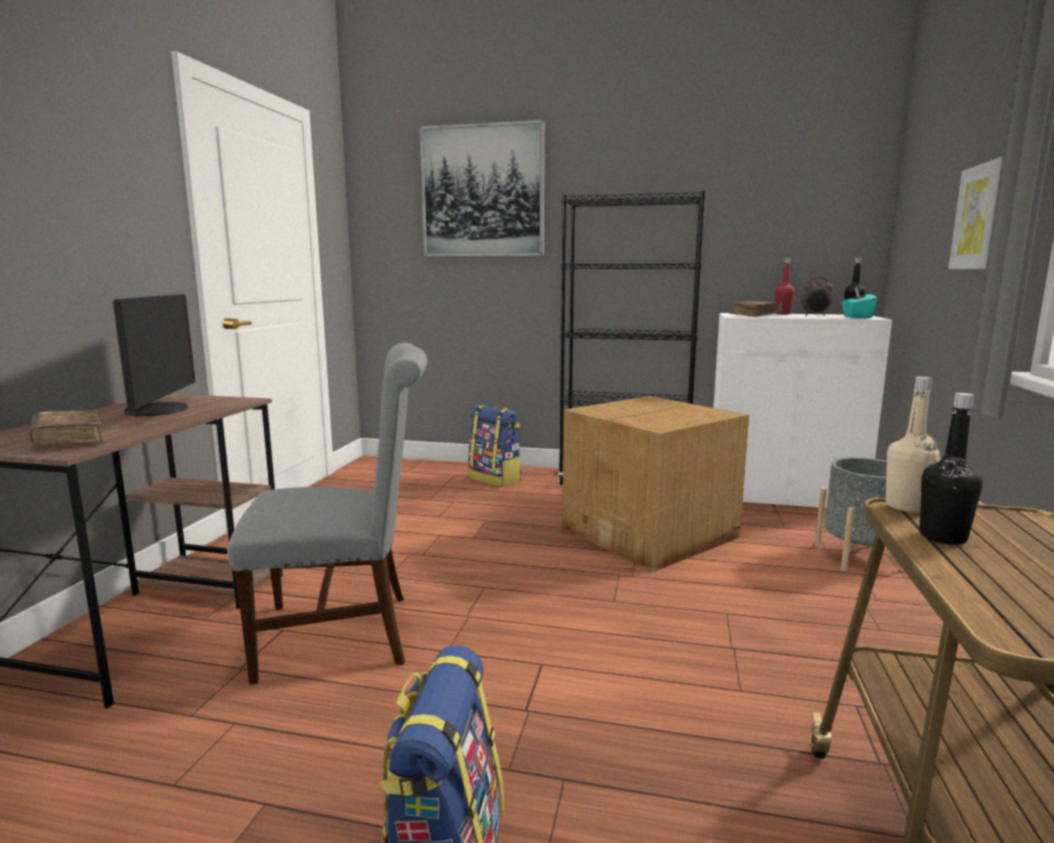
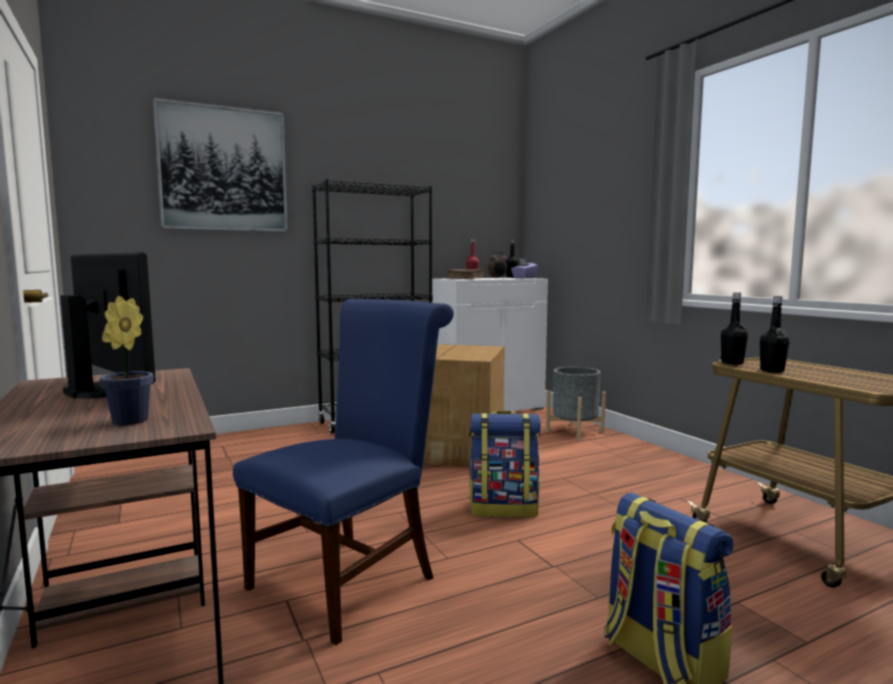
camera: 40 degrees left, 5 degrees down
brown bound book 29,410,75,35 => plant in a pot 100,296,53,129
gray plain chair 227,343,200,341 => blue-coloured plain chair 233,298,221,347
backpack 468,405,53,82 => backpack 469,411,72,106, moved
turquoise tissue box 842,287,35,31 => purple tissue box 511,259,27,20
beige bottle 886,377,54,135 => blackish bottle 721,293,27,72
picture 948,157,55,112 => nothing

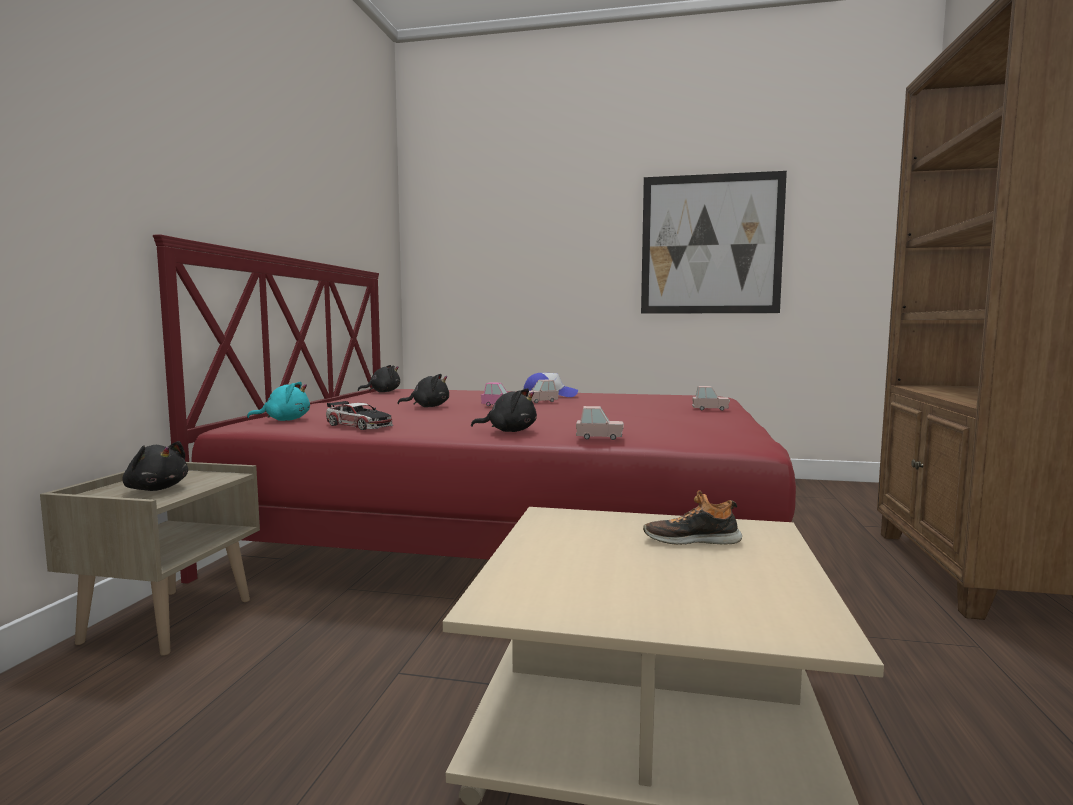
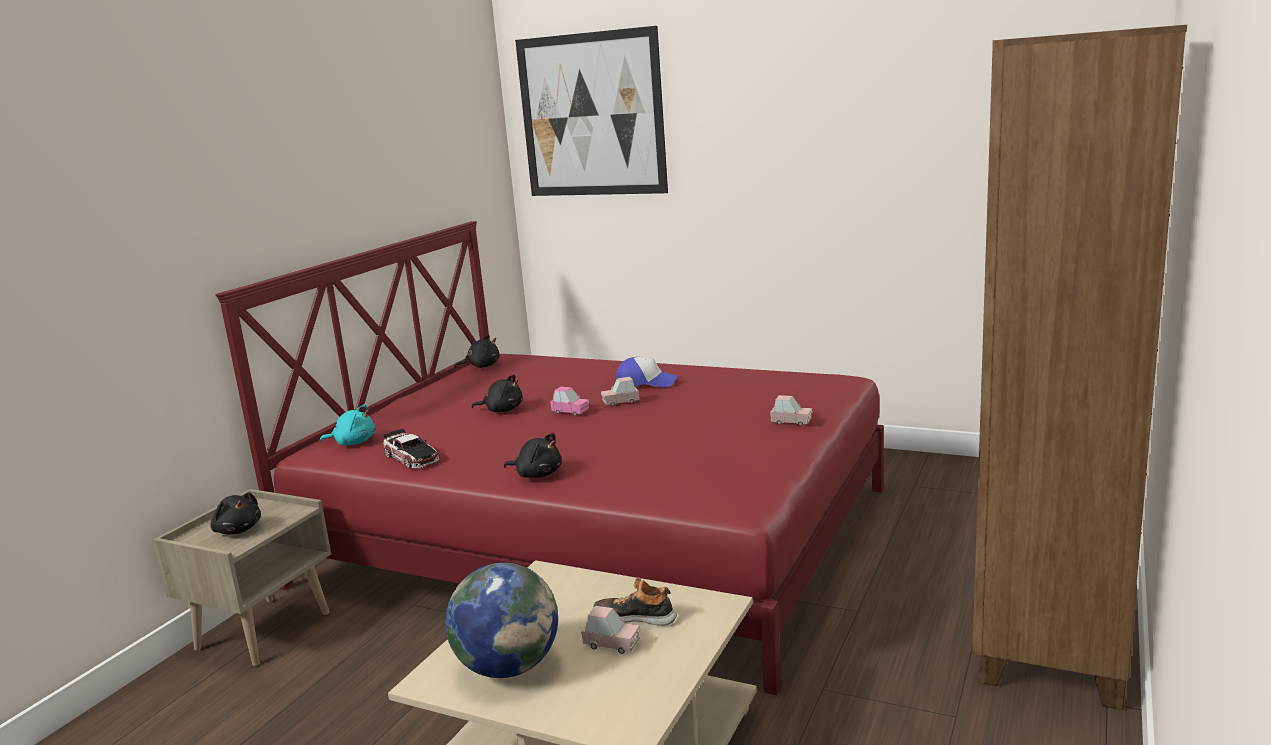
camera: 15 degrees right, 10 degrees up
nothing => desk globe 445,563,113,115
picture 641,171,146,143 => picture 515,26,153,170, moved
pinkish miniature car 576,406,48,34 => pinkish miniature car 581,606,59,48, moved

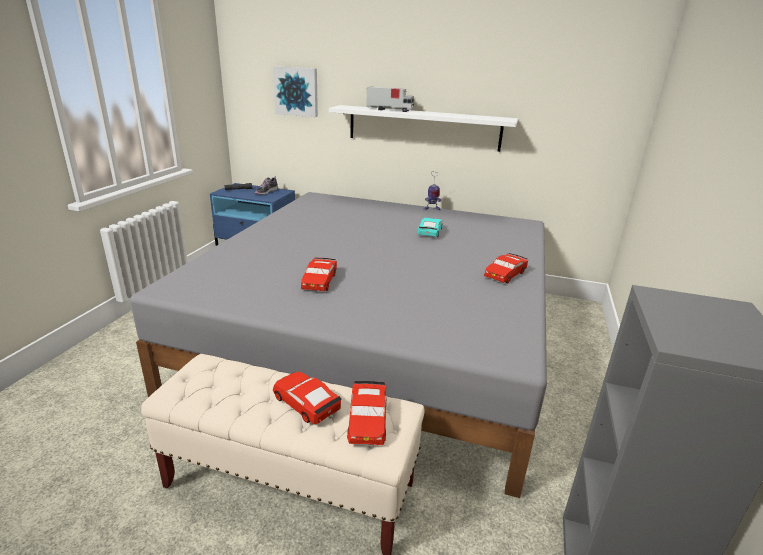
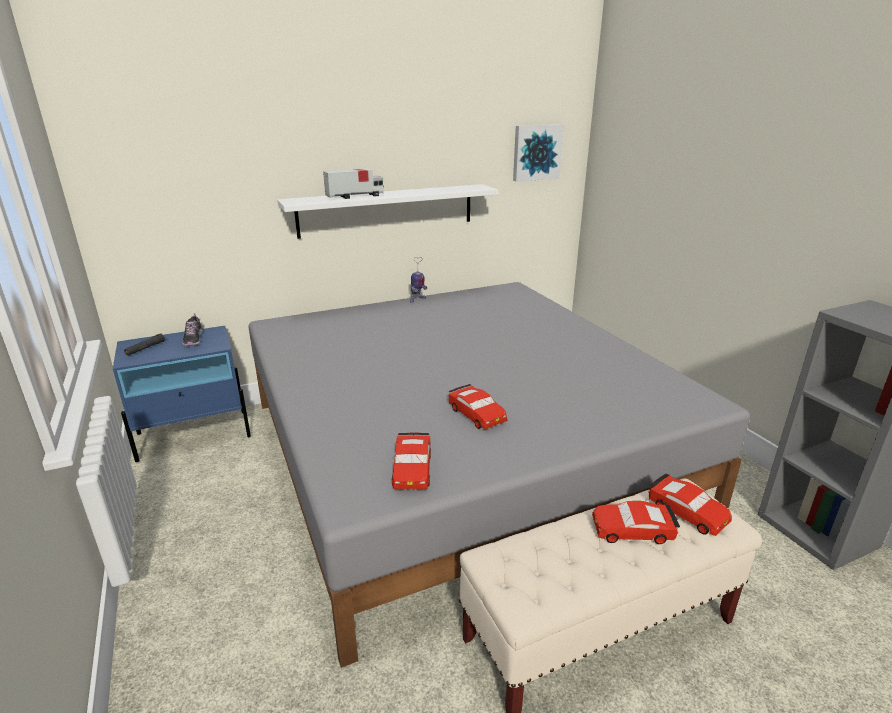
camera: 40 degrees left, 0 degrees up
reddish miniature car 484,253,44,31 => reddish miniature car 392,433,39,56, moved
picture 273,66,45,51 => picture 513,124,51,58, moved
turquoise miniature car 418,218,24,19 => nothing

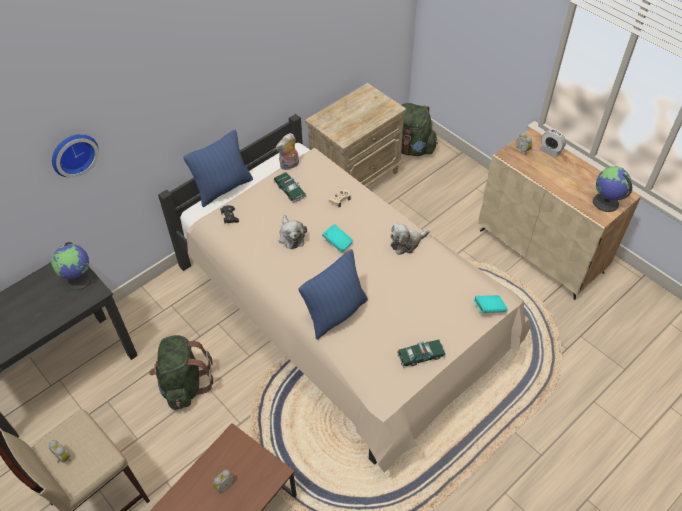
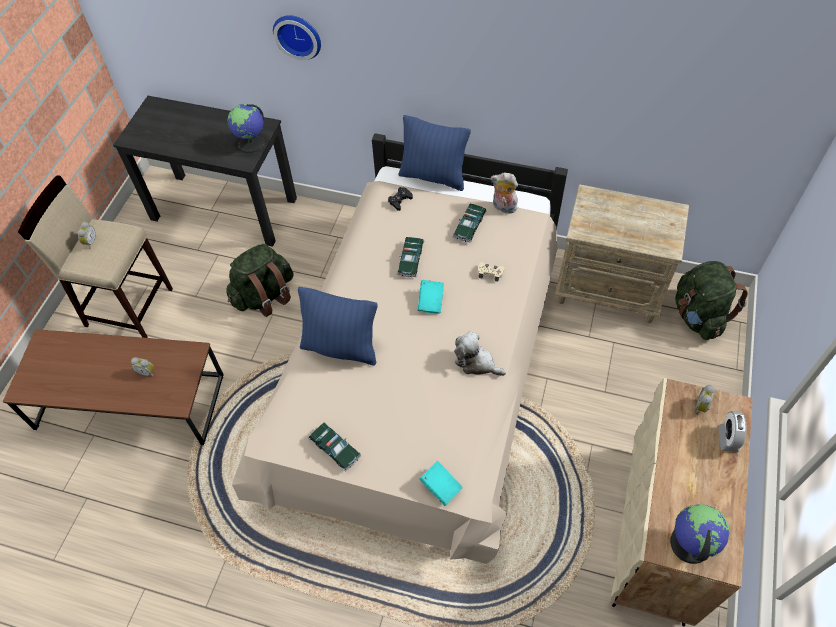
camera: 60 degrees right, 5 degrees up
cuddly toy 278,215,29,34 => miniature car 397,237,27,40

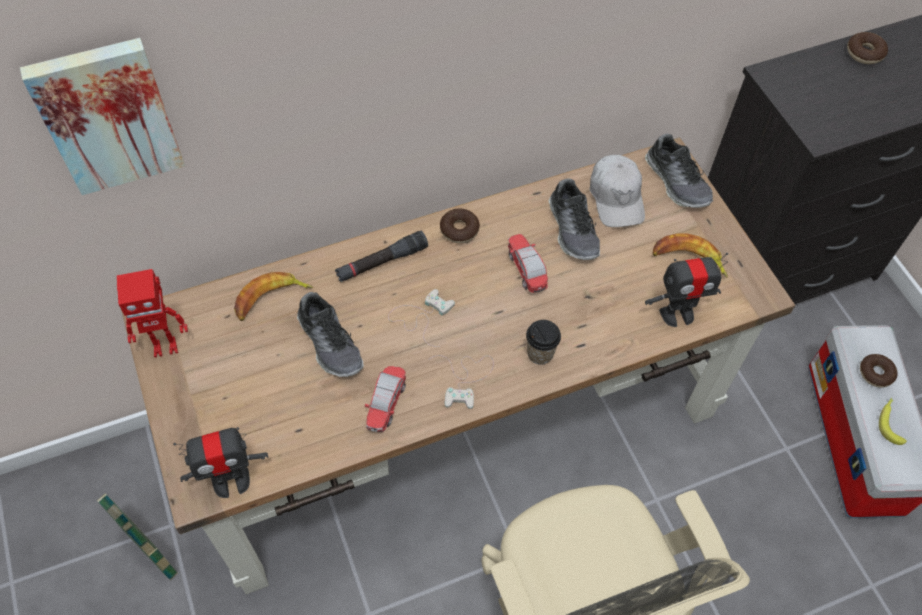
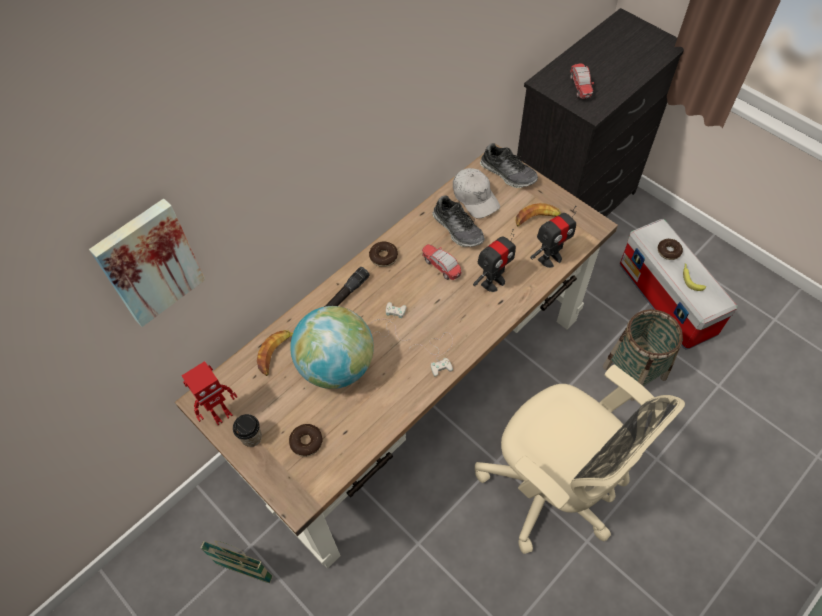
camera: 20 degrees left, 0 degrees up
small cup 526,320,35,45 => small cup 233,414,29,33, moved
donut 847,32,41,32 => donut 289,424,34,33, moved
shoe 297,292,67,85 => desk globe 290,306,84,83
toy robot 173,427,95,71 => toy robot 473,229,43,63, moved
miniature car 365,366,41,66 => miniature car 570,63,24,36, moved
nothing => storage basket 603,309,80,92

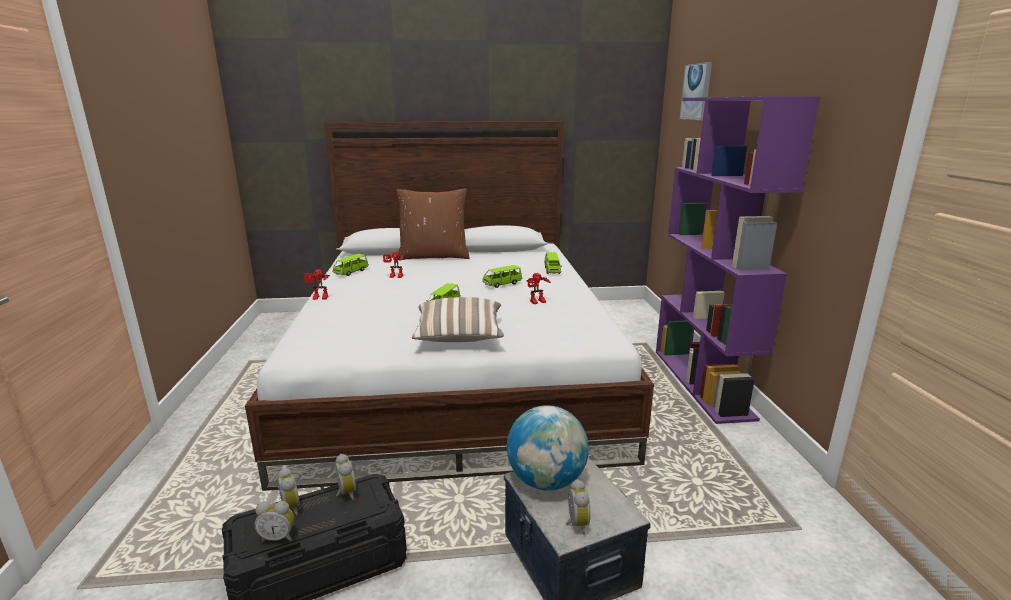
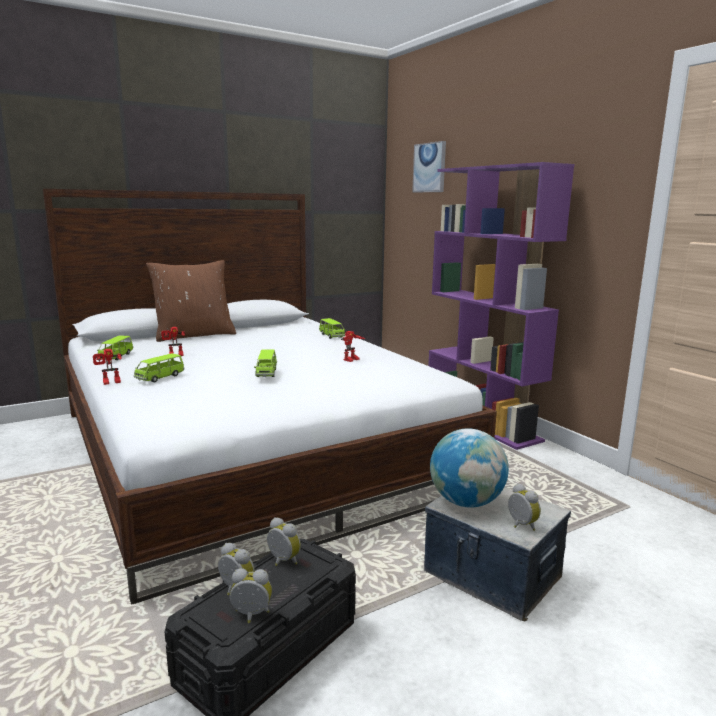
camera: 25 degrees left, 5 degrees down
greenish miniature car 482,265,40,23 => greenish miniature car 134,353,51,29, moved
alarm clock 254,501,41,41 => alarm clock 230,568,42,55, 150 degrees counterclockwise
throw pillow 412,297,92,45 => nothing

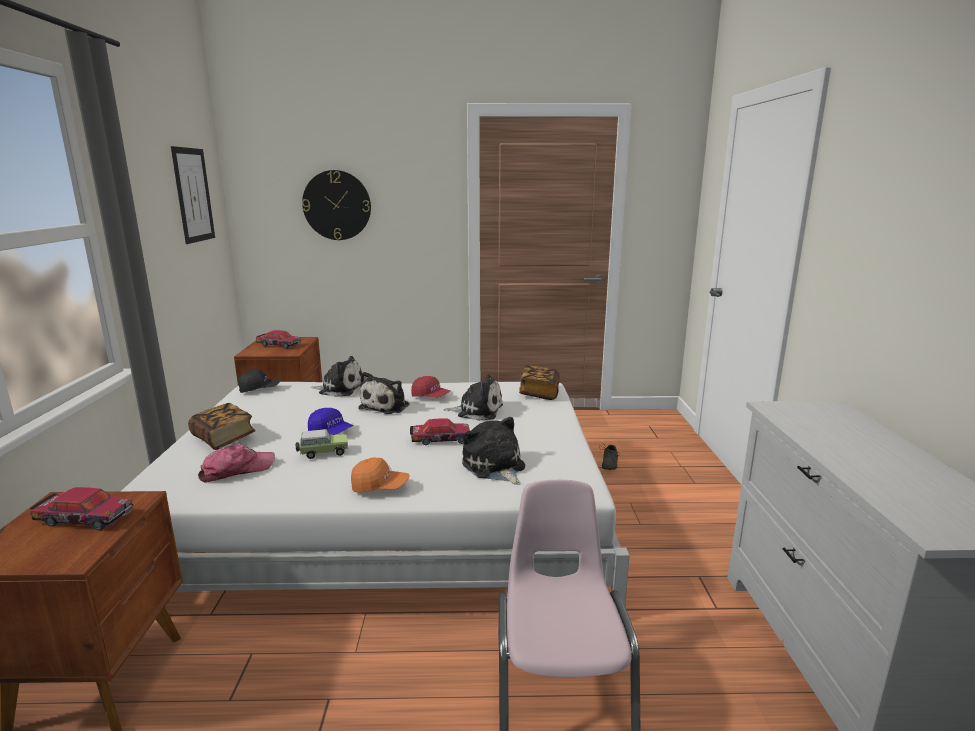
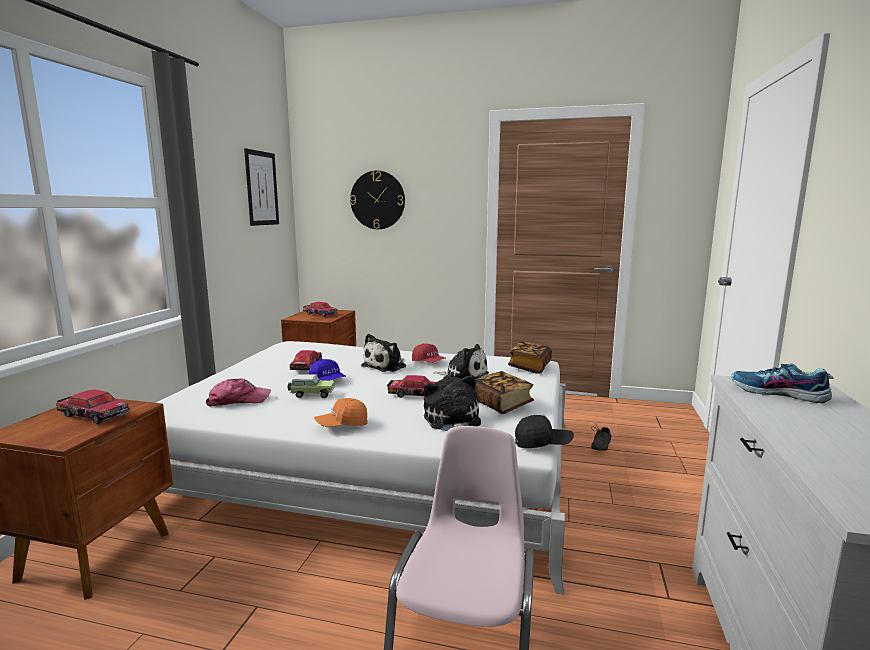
camera: 15 degrees right, 5 degrees down
nothing => miniature car 290,350,32,20
orangey baseball cap 351,457,59,36 => orangey baseball cap 314,398,53,29, 135 degrees clockwise
bound book 188,403,68,47 => bound book 475,371,59,43, moved
blackish baseball cap 238,369,43,24 => blackish baseball cap 515,415,59,33, moved
nothing => shoe 731,363,102,40
cuddly toy 311,356,51,41 => nothing

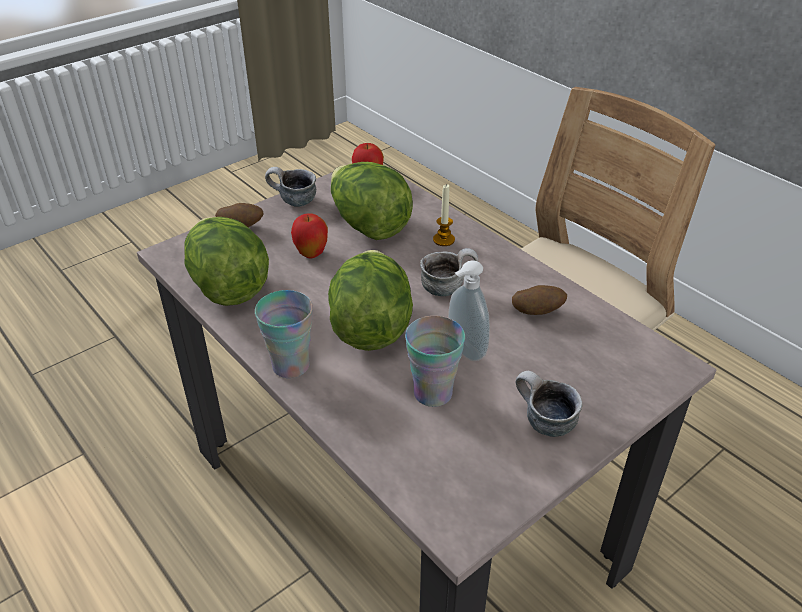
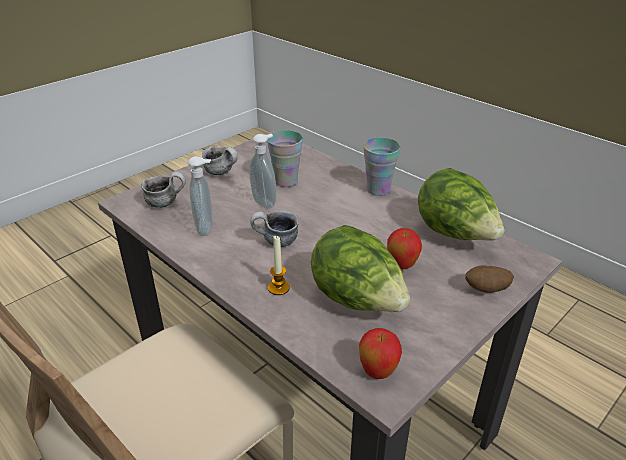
camera: 175 degrees right, 5 degrees down
coffee mug 265,167,51,40 => coffee mug 141,172,45,36, moved
spud 512,285,55,30 => liquid soap bottle 188,156,24,80
head of lettuce 328,250,85,101 => nothing

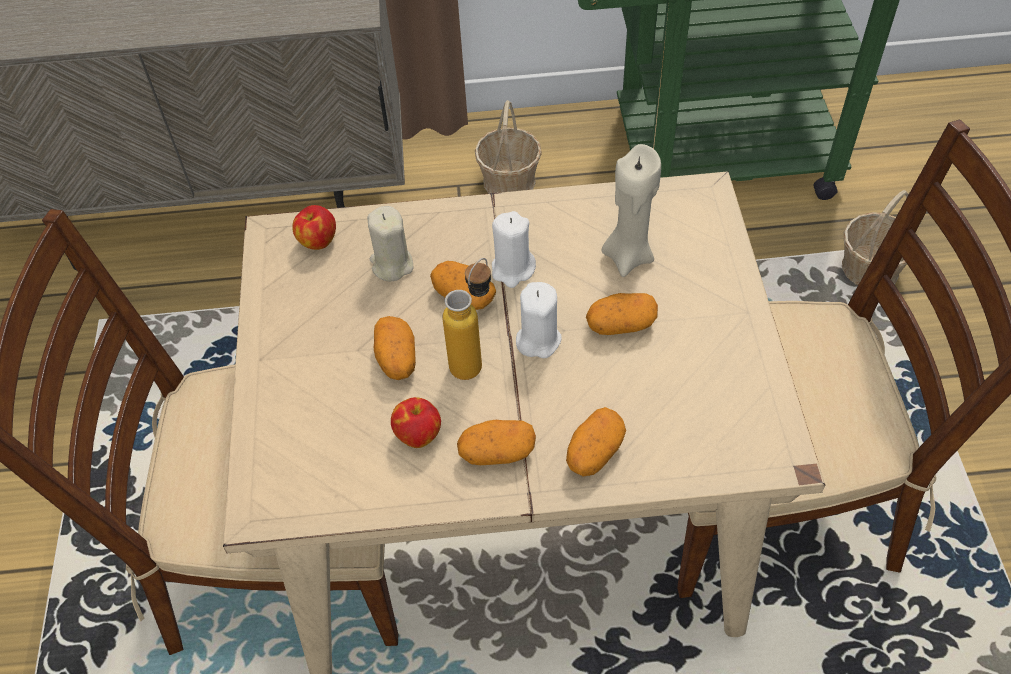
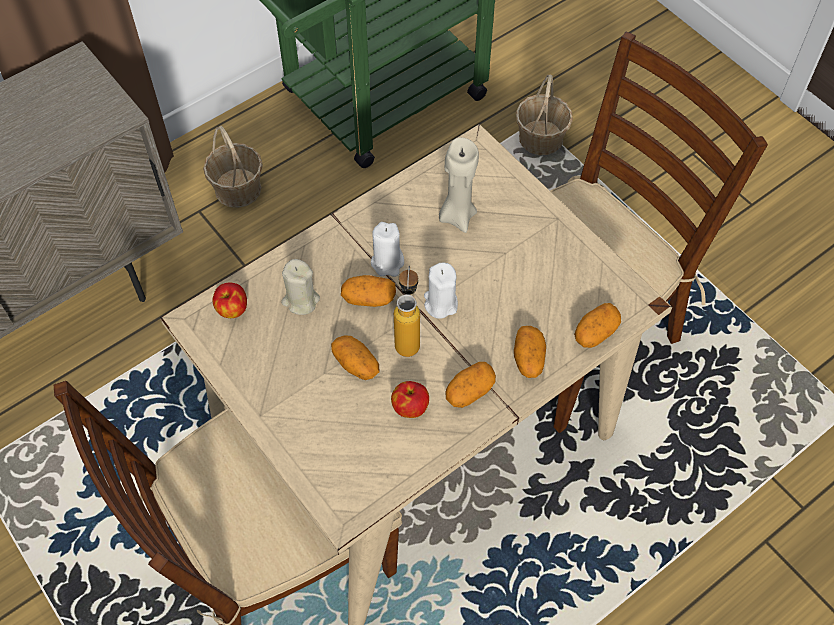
camera: 35 degrees left, 5 degrees up
spud 586,293,72,42 => spud 574,303,47,45, moved

